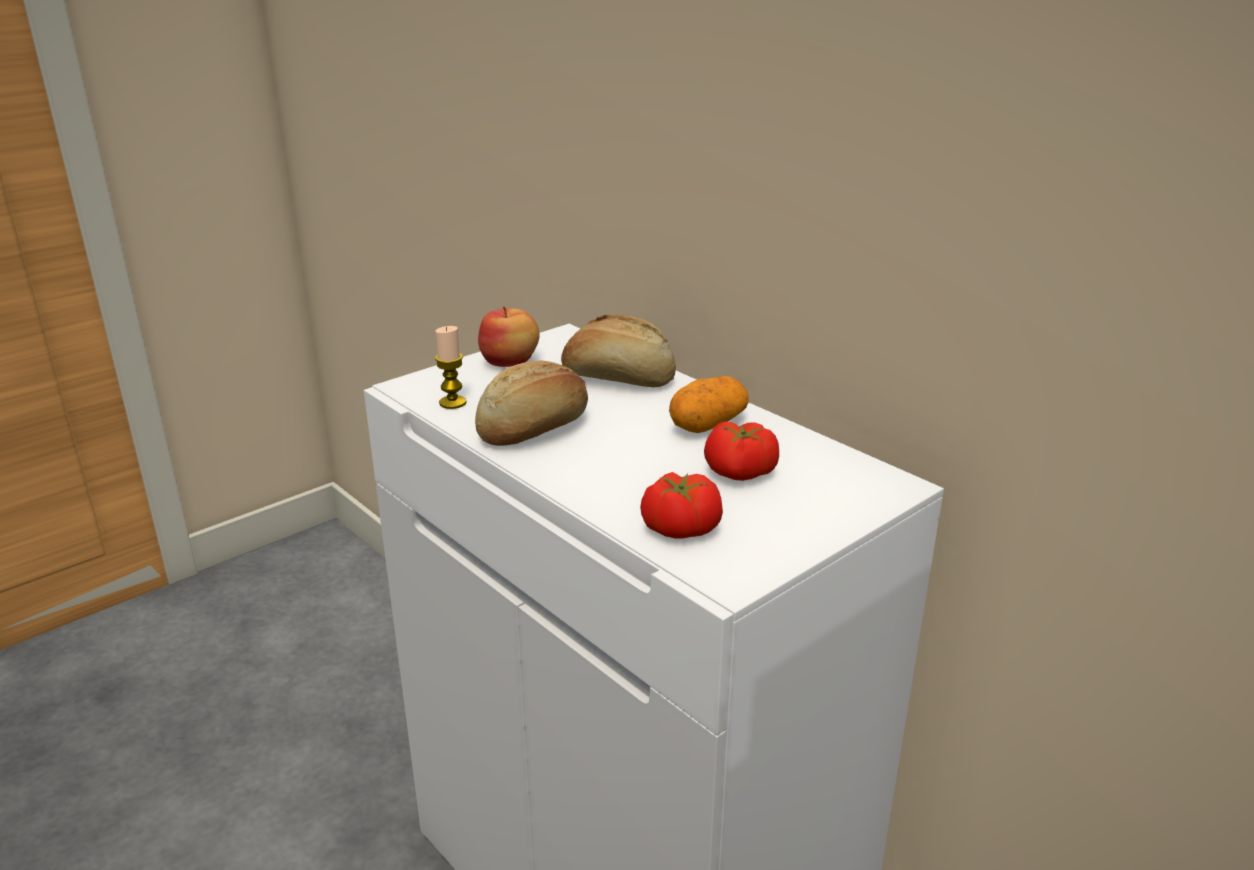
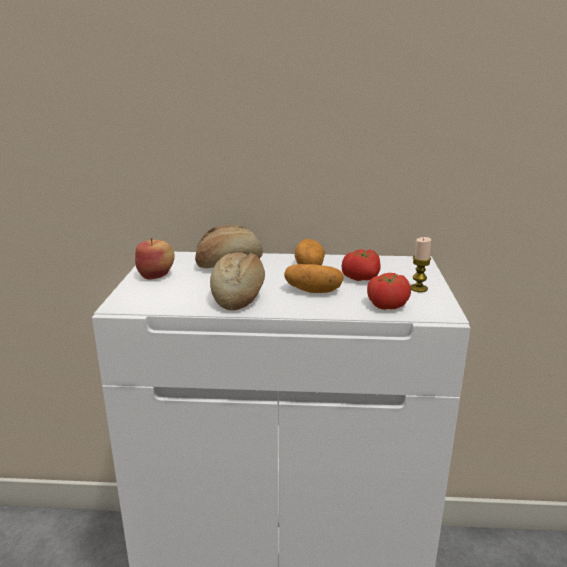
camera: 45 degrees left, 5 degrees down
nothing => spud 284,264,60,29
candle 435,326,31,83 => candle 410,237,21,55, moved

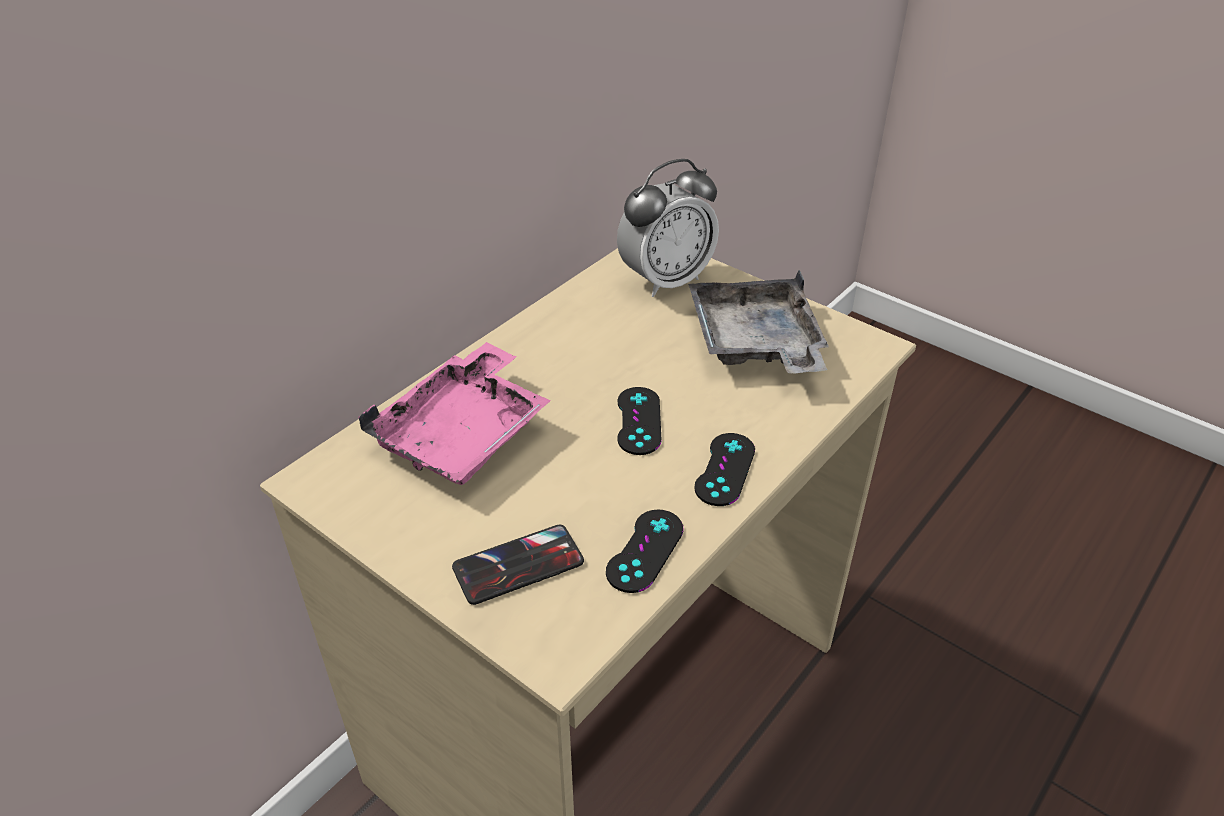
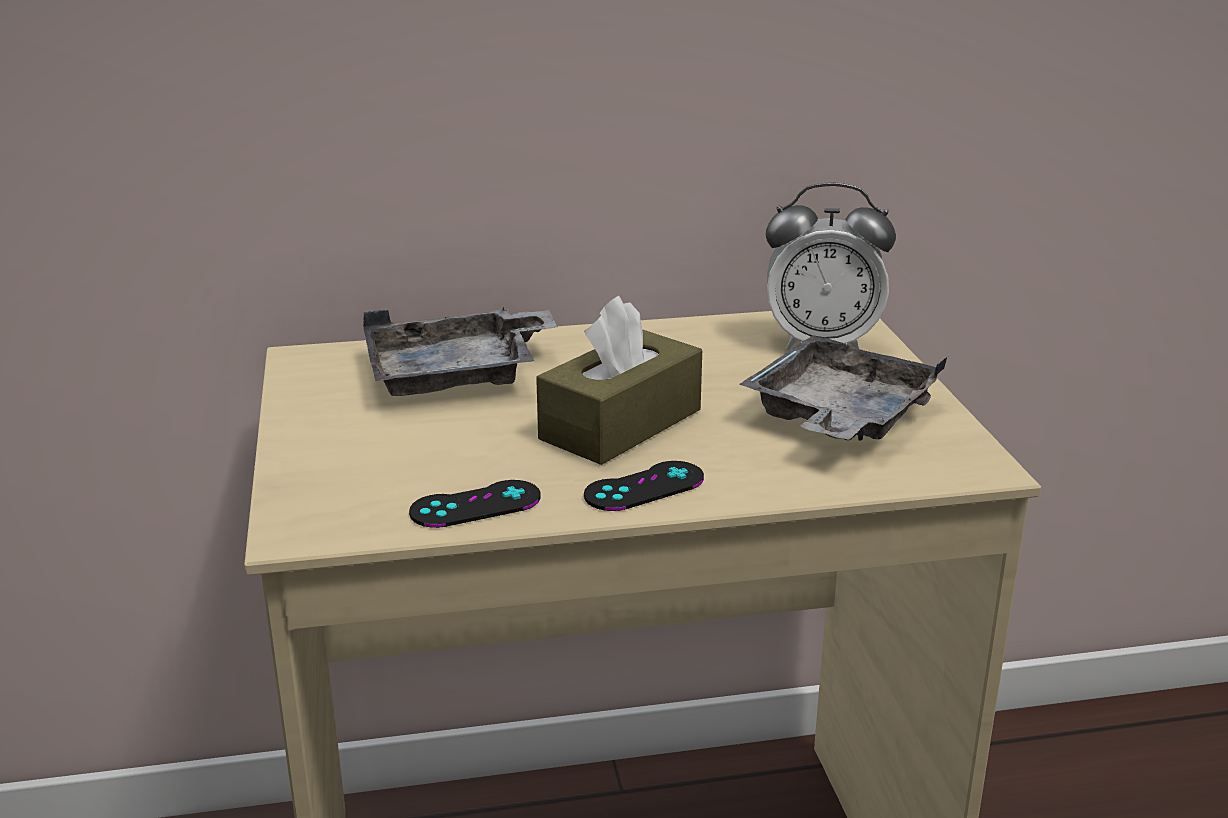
camera: 40 degrees right, 15 degrees down
pinkish tray 358,342,193,143 => gray tray 363,307,195,89
blackish joypad 617,387,45,68 => brown tissue box 536,296,166,169
phone 452,525,132,80 => nothing

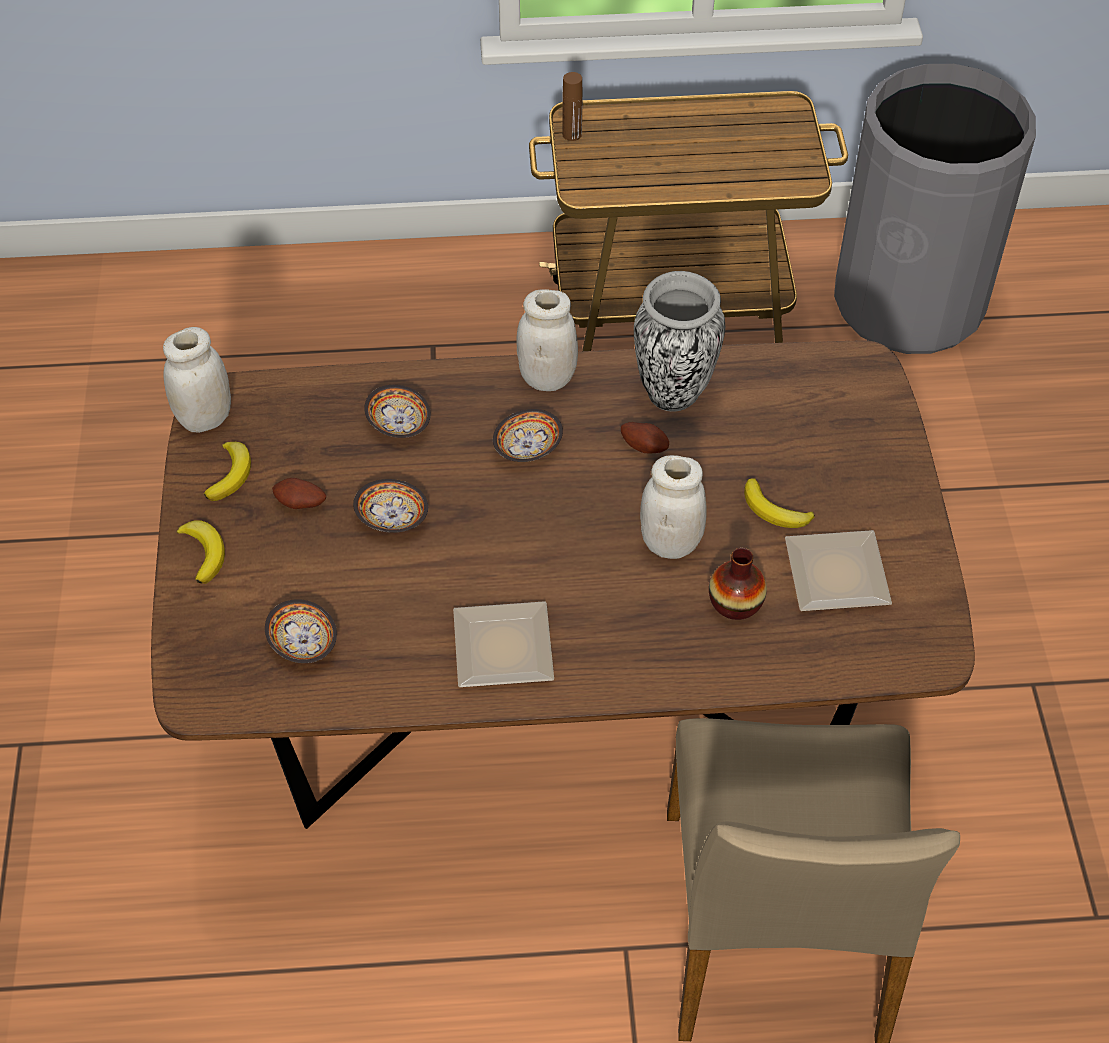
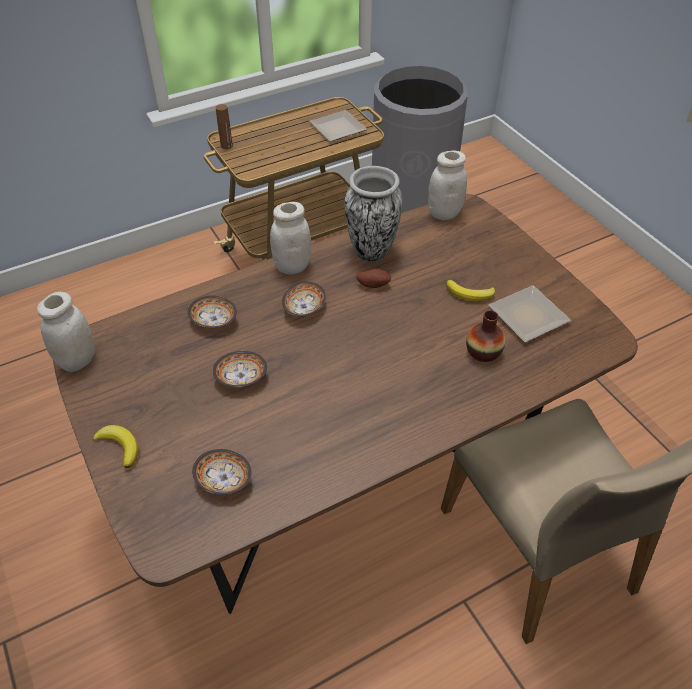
camera: 25 degrees left, 5 degrees down
plate 453,601,101,86 => plate 309,110,58,32, moved
white jar 640,455,67,104 => white jar 428,150,39,70, moved
banana 204,442,47,59 => nothing
spud 272,478,54,31 => nothing

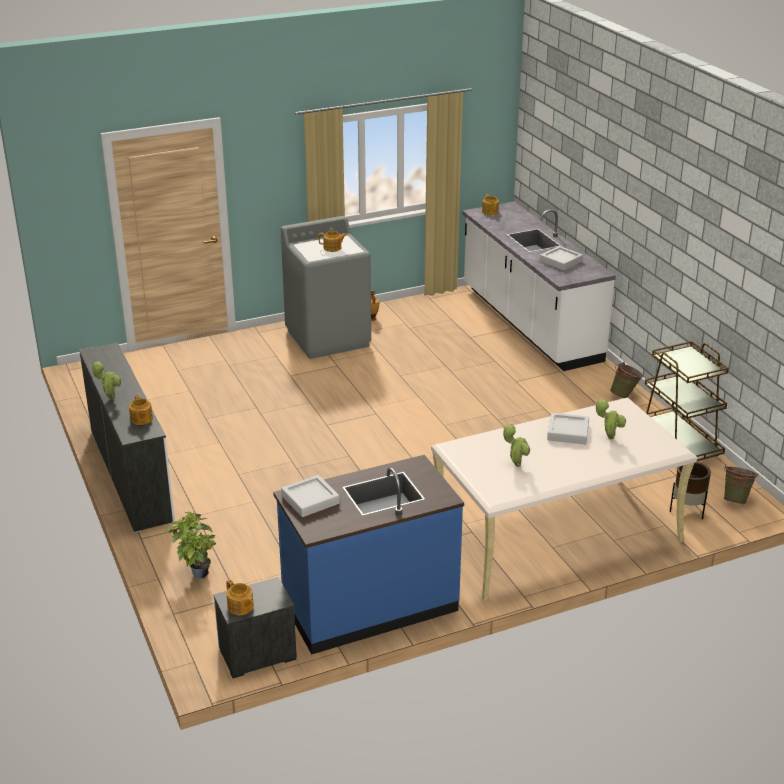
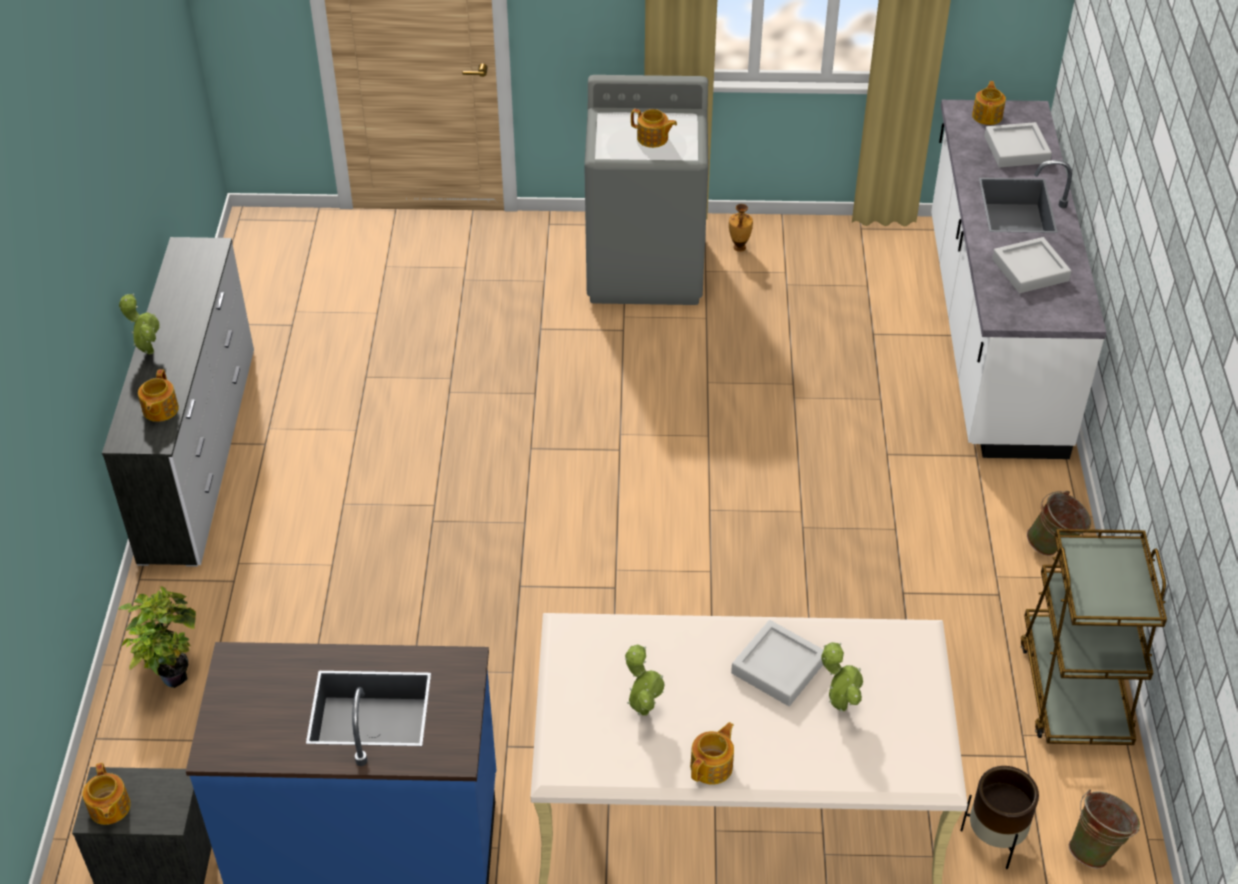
camera: 25 degrees right, 15 degrees up
nothing => tea pot 690,722,44,62
gray tray 281,475,59,42 => gray tray 984,122,68,45, moved

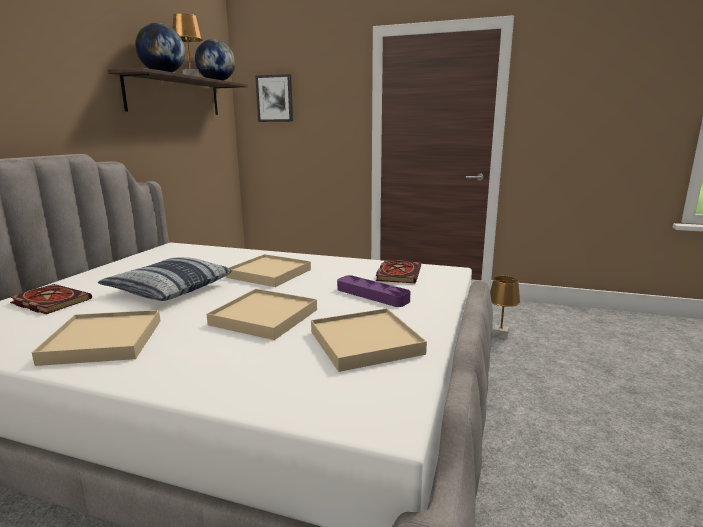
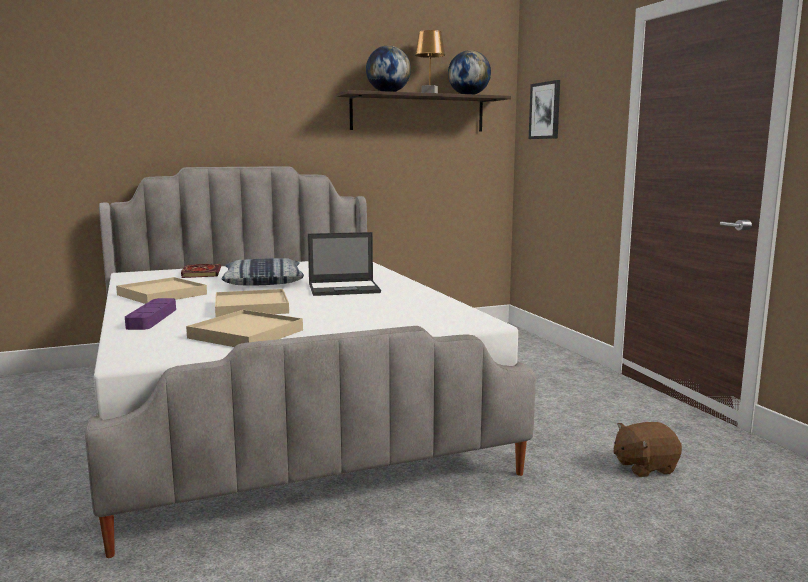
camera: 50 degrees right, 5 degrees down
purple tray 337,275,73,32 => purple tray 125,298,51,32, moved
beige tray 226,254,85,33 => notebook computer 308,232,73,64
brown table lamp 490,276,30,63 => brown cuddly toy 613,422,69,55
bound book 376,260,45,23 => nothing

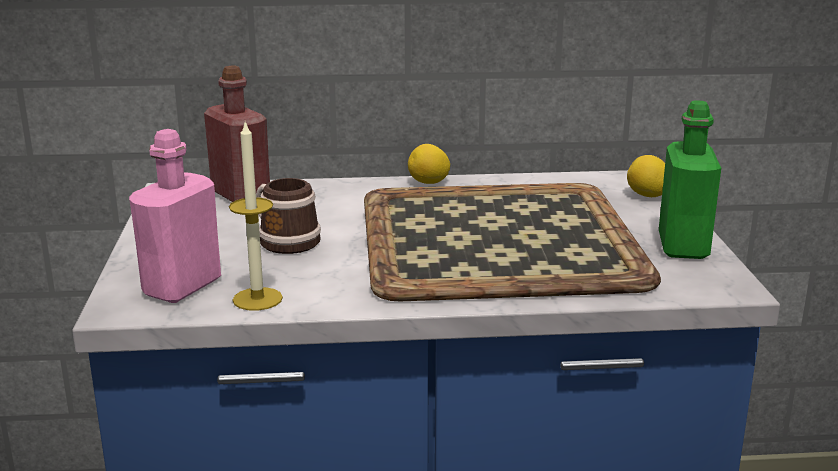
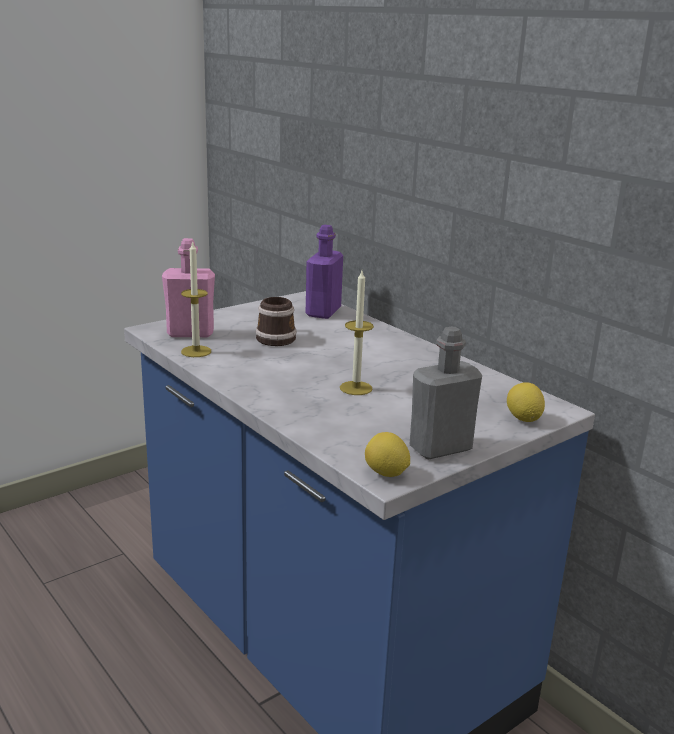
camera: 55 degrees right, 0 degrees up
reddish bottle 204,65,66,137 => purple bottle 306,225,37,94
tray 364,183,297,118 => candle 340,271,34,124
citrus fruit 408,144,42,40 => citrus fruit 365,432,45,45, moved
greenish bottle 659,100,62,159 => gray bottle 410,327,72,133

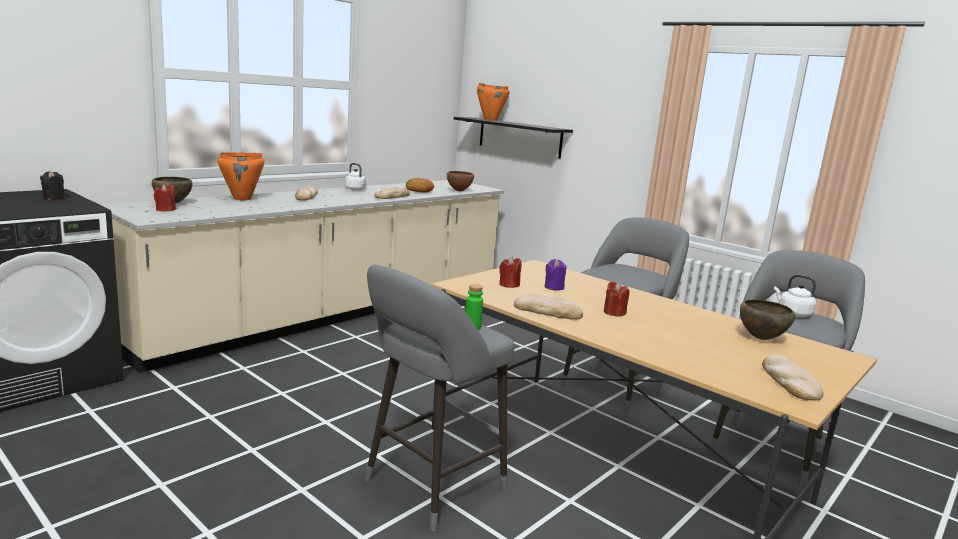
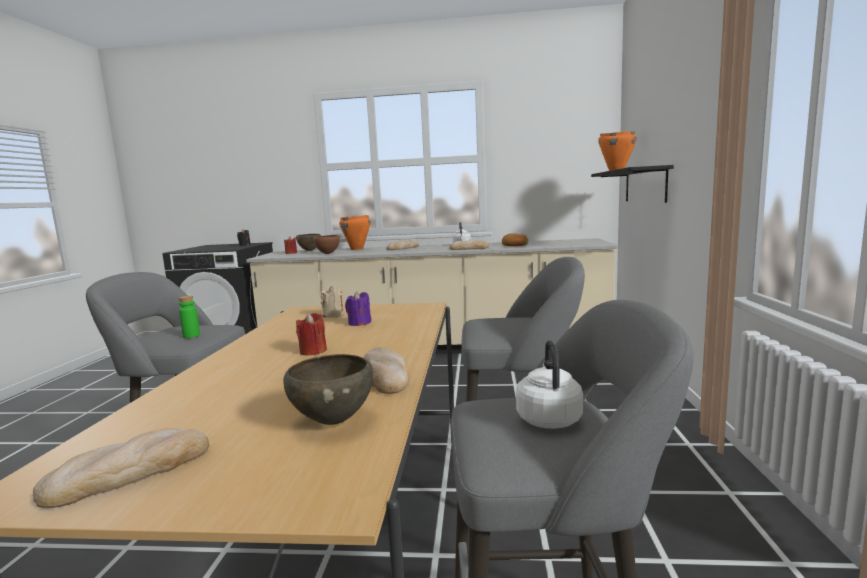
camera: 55 degrees right, 5 degrees down
brown bowl 447,171,27,21 => brown bowl 313,235,27,19, moved
reddish candle 499,257,22,31 => beige candle 320,286,24,32
bread 514,294,69,26 => bread 364,347,45,47, moved

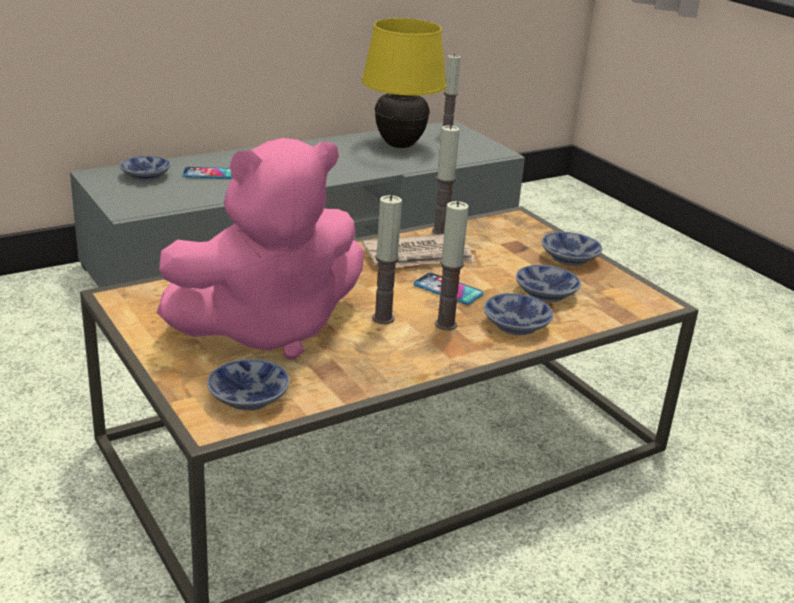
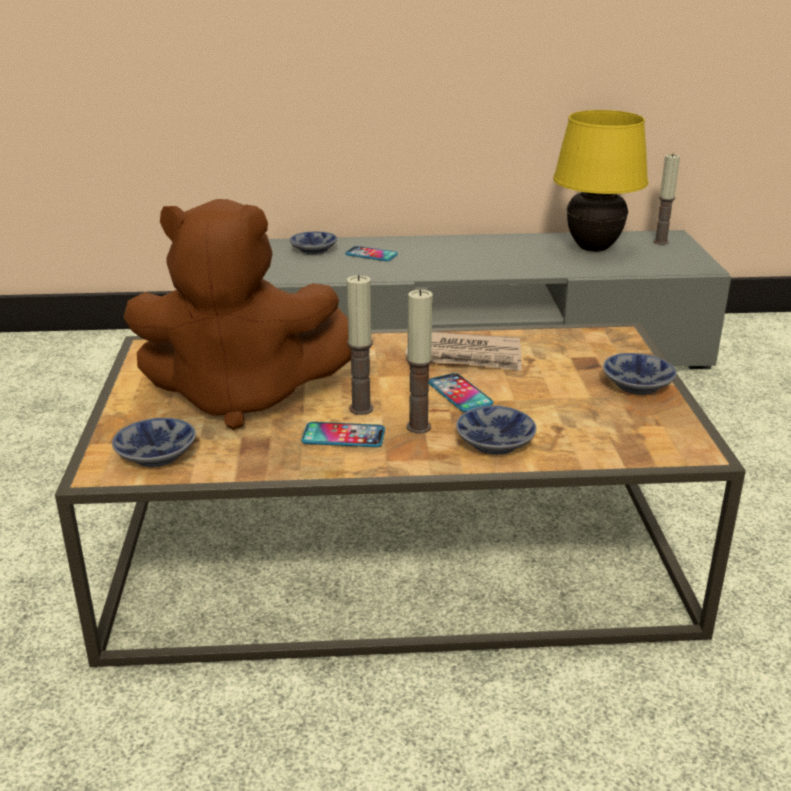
camera: 30 degrees right, 0 degrees up
pinkish cuddly toy 157,138,207,222 => brown cuddly toy 123,199,228,231
nothing => phone 301,422,84,25
candle 432,125,28,109 => nothing
bowl 516,265,65,37 => nothing

